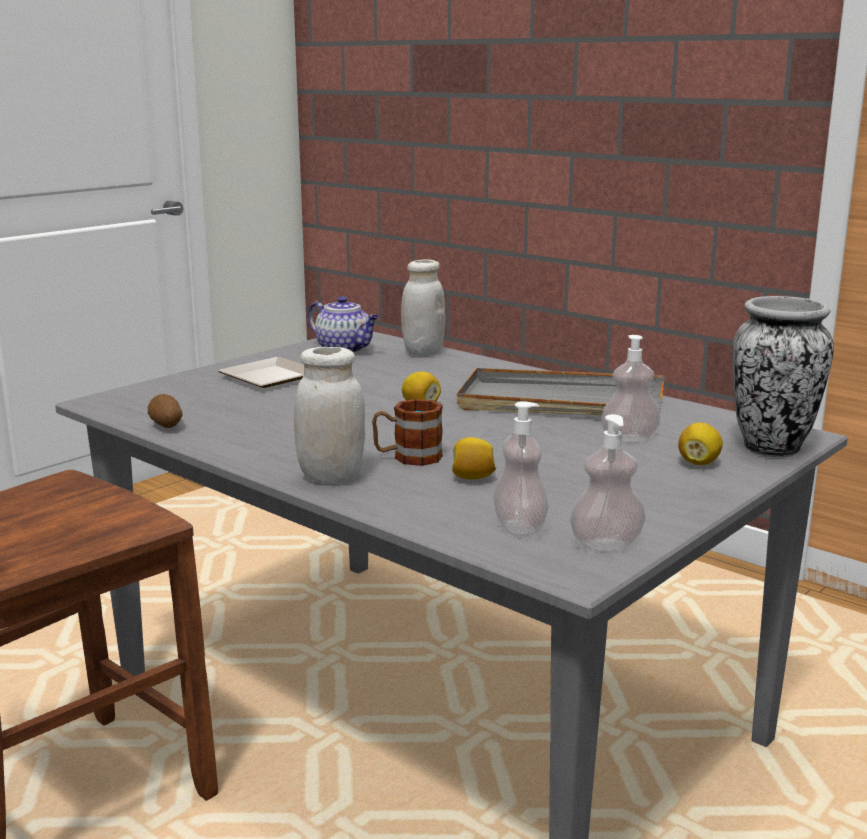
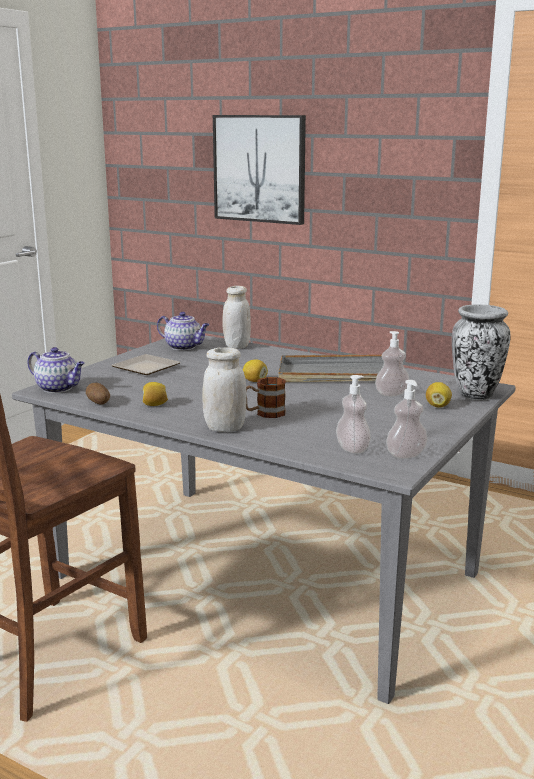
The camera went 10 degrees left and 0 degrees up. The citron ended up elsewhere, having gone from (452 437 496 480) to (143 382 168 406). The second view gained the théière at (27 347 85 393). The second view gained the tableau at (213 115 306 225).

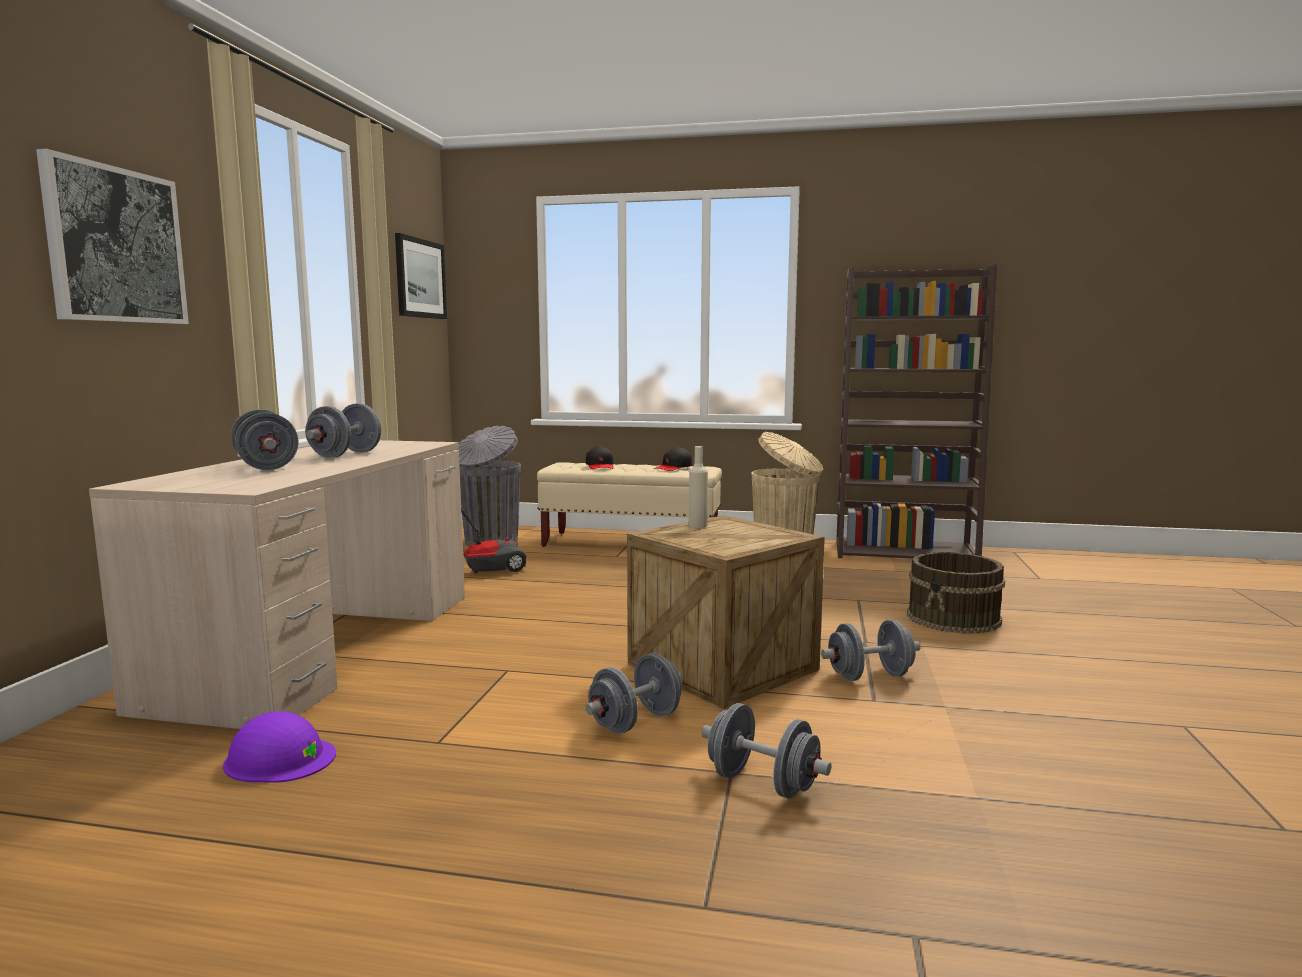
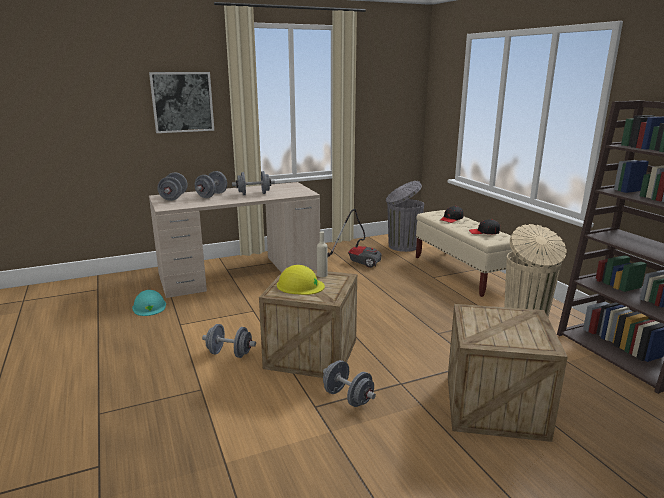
The camera went 55 degrees right and 10 degrees up. What was the casque de chantier (violet) at (223 711 336 783) turned into the casque de chantier (turquoise) at (132 290 166 316). The second view lost the tableau at (395 233 447 319). The haltère (gris) ended up elsewhere, having gone from (701 703 831 799) to (157 172 188 201). Where the seau (marron) stood at (907 552 1005 634), the caisse came to stand at (448 304 568 442). The second view gained the casque de chantier (jaune) at (277 265 325 295).

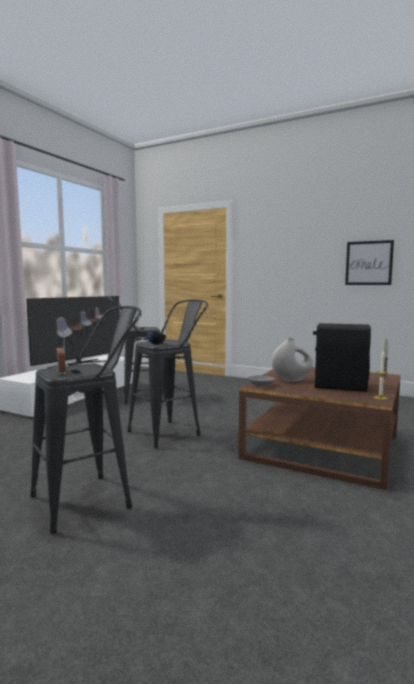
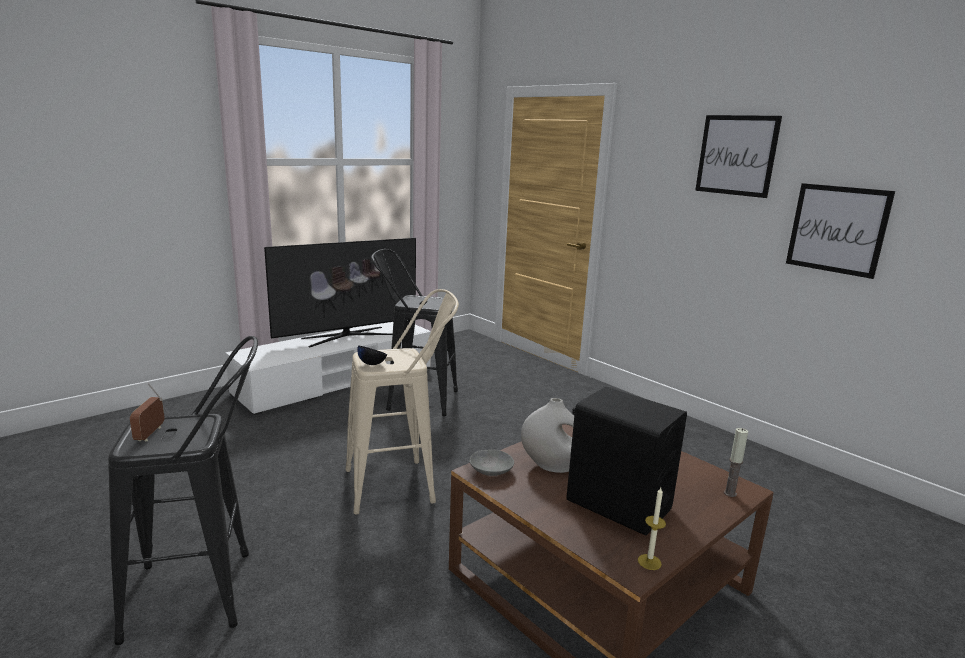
The camera went 20 degrees right and 10 degrees up. What was the tabouret (noir) at (127 299 208 448) turned into the tabouret (beige) at (346 289 459 514). The second view gained the tableau at (695 115 782 198).

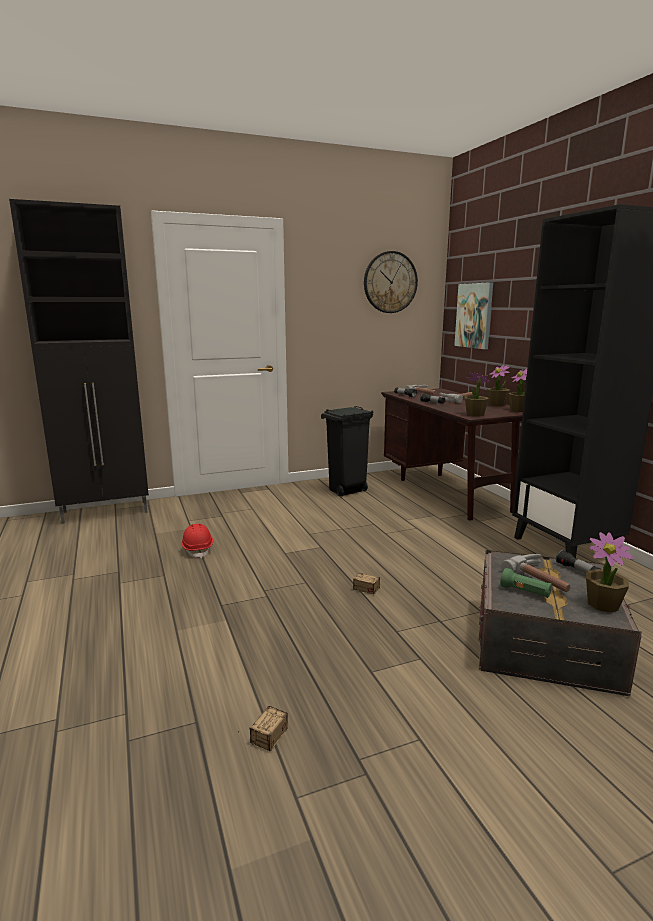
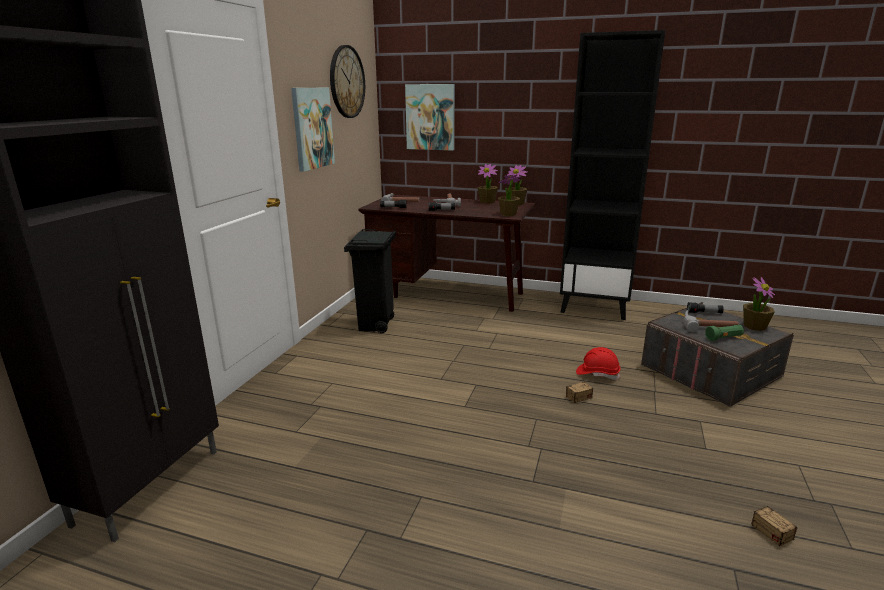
The camera went 50 degrees left and 5 degrees up. The casque de chantier (rouge) ended up elsewhere, having gone from (181 524 213 558) to (576 347 621 380). The second view gained the tableau at (291 88 335 172).

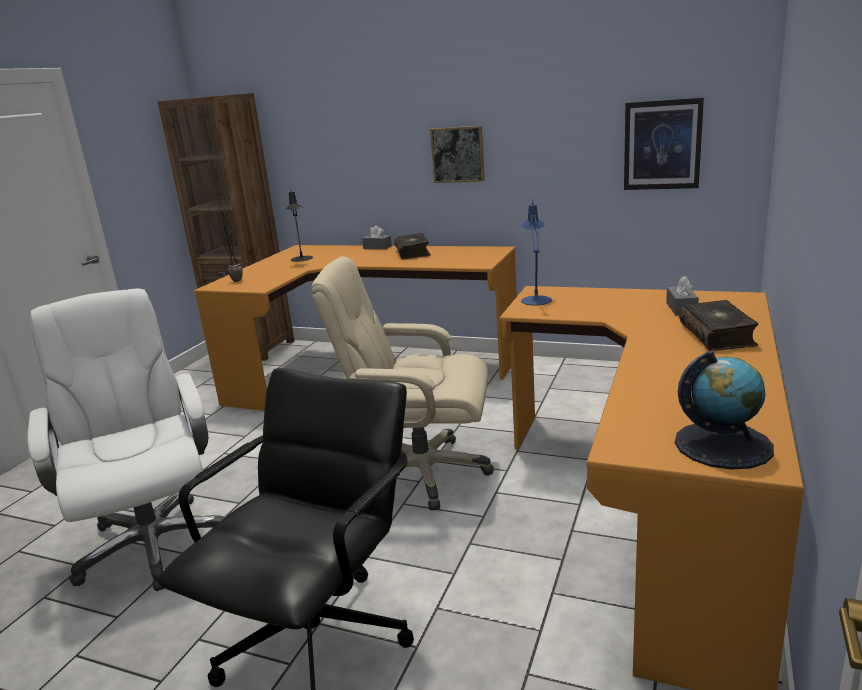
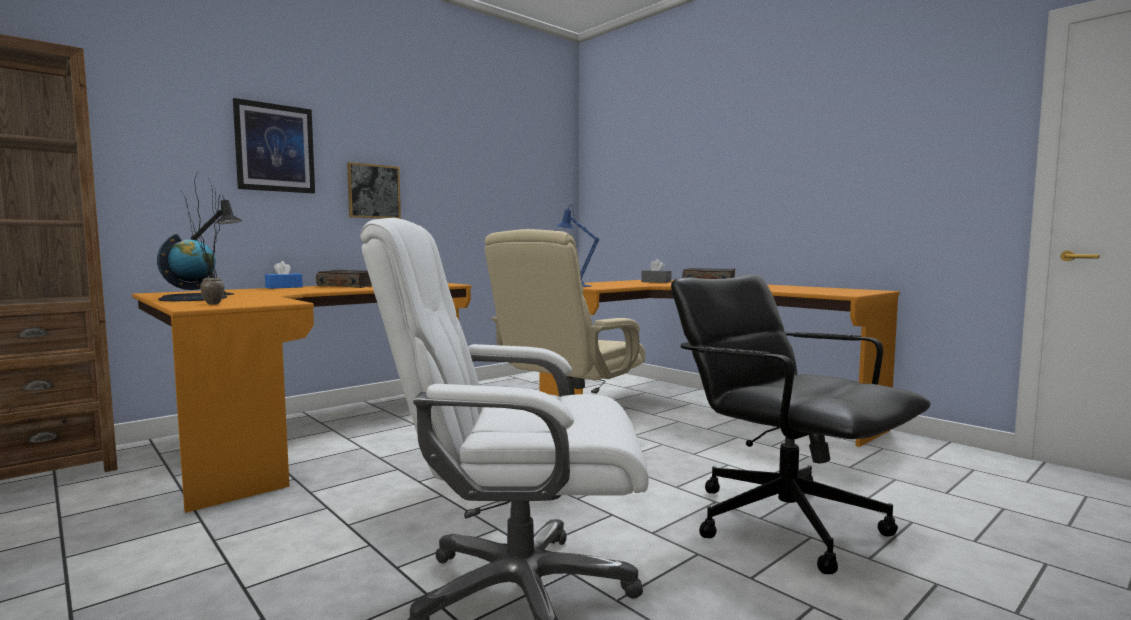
The camera went 65 degrees left and 15 degrees down. What was the boîte à mouchoirs (gris) at (362 225 392 249) turned into the boîte à mouchoirs (bleu) at (265 261 303 289). The tableau ended up elsewhere, having gone from (624 98 704 190) to (233 98 315 193). The globe ended up elsewhere, having gone from (675 350 774 469) to (157 234 227 301).

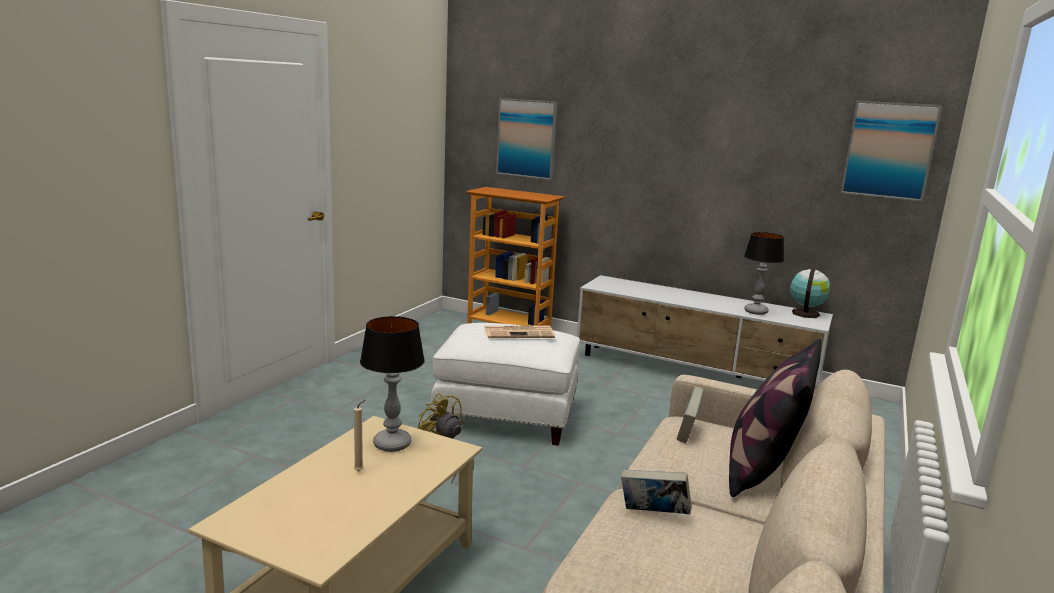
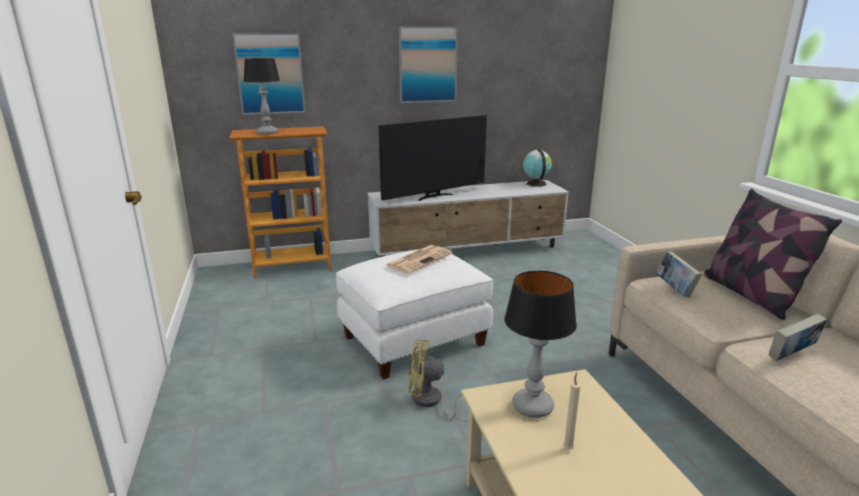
The camera went 40 degrees left and 5 degrees up. The lampe de table ended up elsewhere, having gone from (744 232 784 315) to (243 58 280 135). The tableau ended up elsewhere, having gone from (841 101 942 201) to (398 26 458 103). The second view gained the téléviseur at (378 115 487 201).

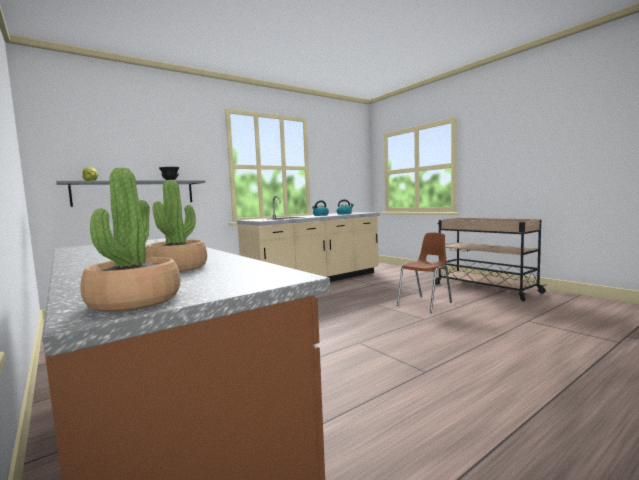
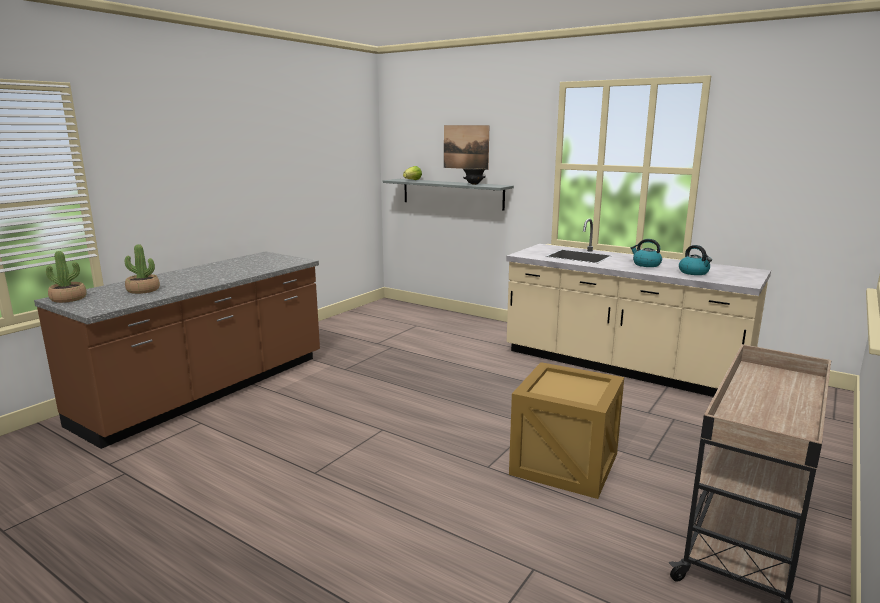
The camera went 70 degrees right and 10 degrees up. Where the chaise (marron) stood at (397 233 452 313), the caisse came to stand at (509 362 624 499). The second view gained the tableau at (444 125 489 170).

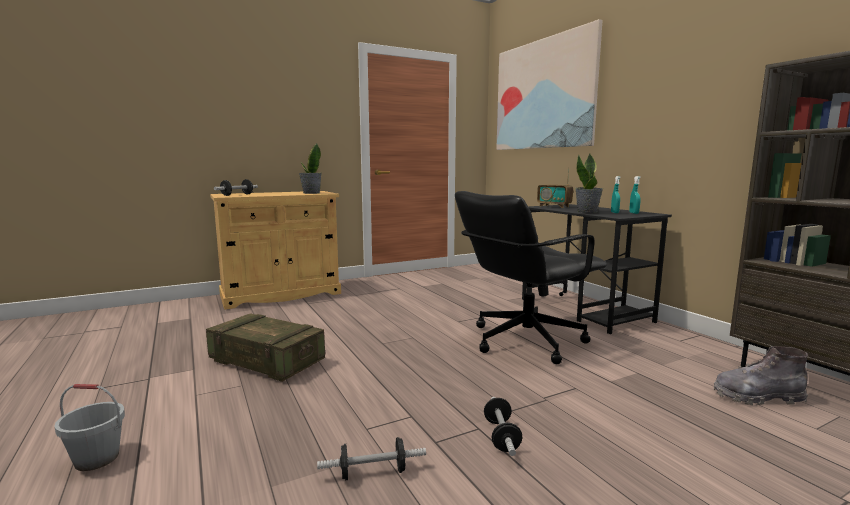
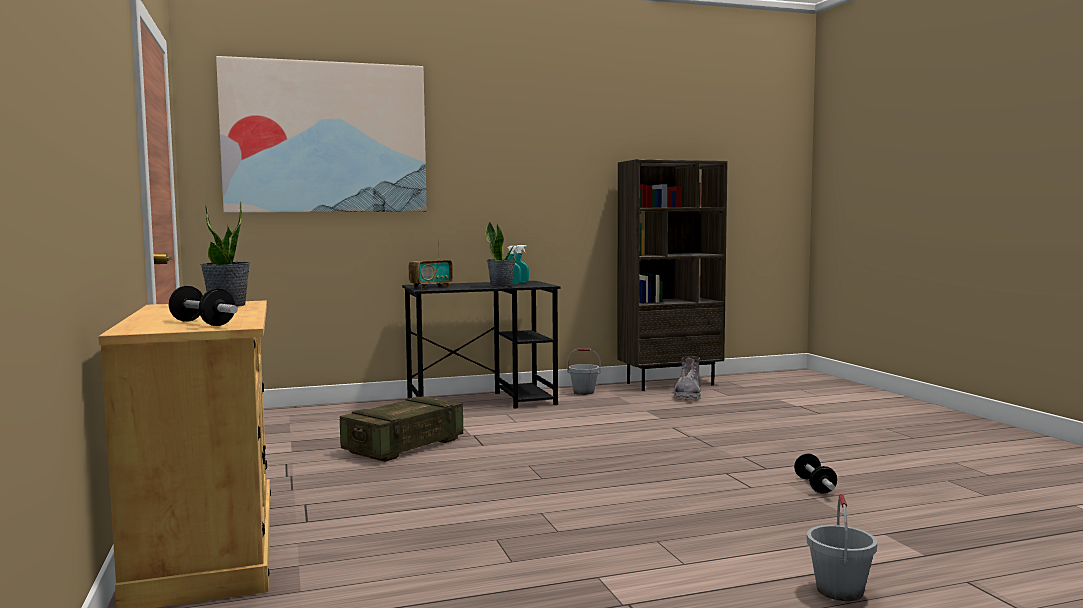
The camera went 80 degrees left and 5 degrees down. The caisse ended up elsewhere, having gone from (206 313 325 382) to (340 396 463 462). The second view lost the chaise de bureau (noir) at (455 191 607 364). The second view lost the haltère at (484 397 523 456). The second view gained the seau (gris) at (567 348 601 395).

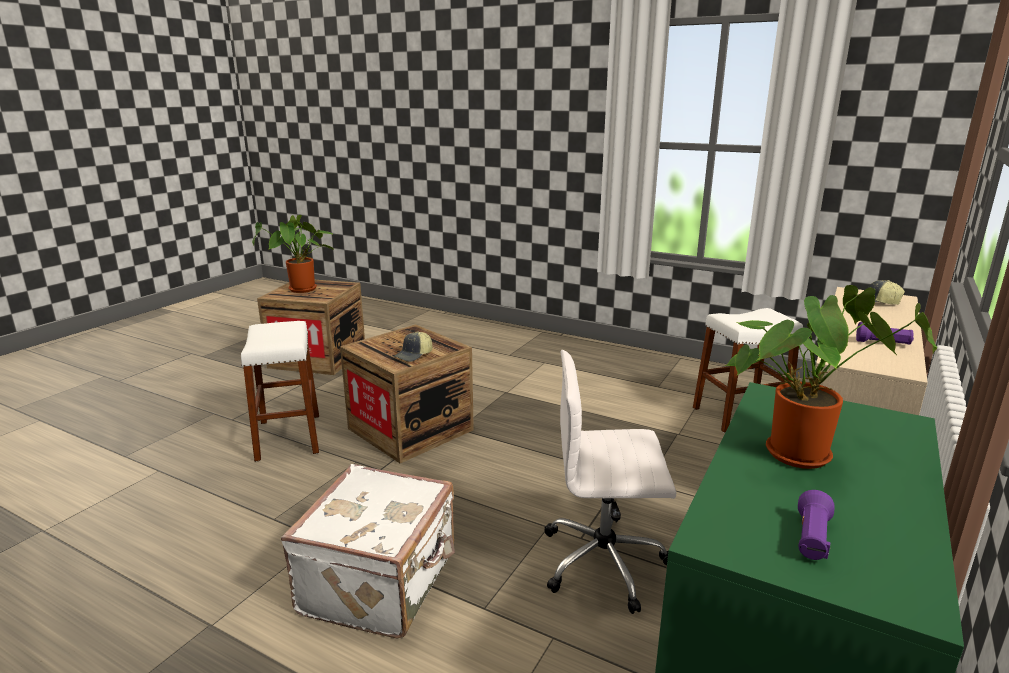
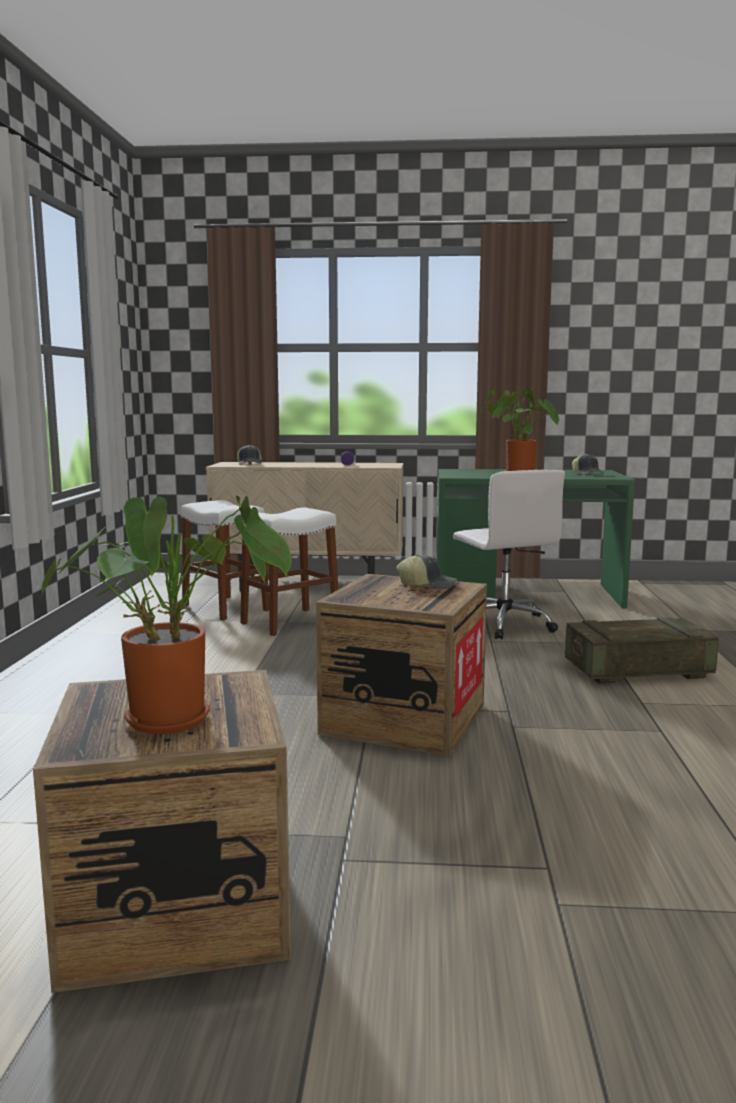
The camera went 115 degrees left and 10 degrees down. The tabouret (blanc) ended up elsewhere, having gone from (241 321 319 462) to (240 507 338 636). Where the valise (blanc) stood at (281 464 455 639), the caisse came to stand at (565 617 719 683). Where the lampe de poche (violet) stood at (798 490 834 560), the casquette came to stand at (572 454 603 475).

